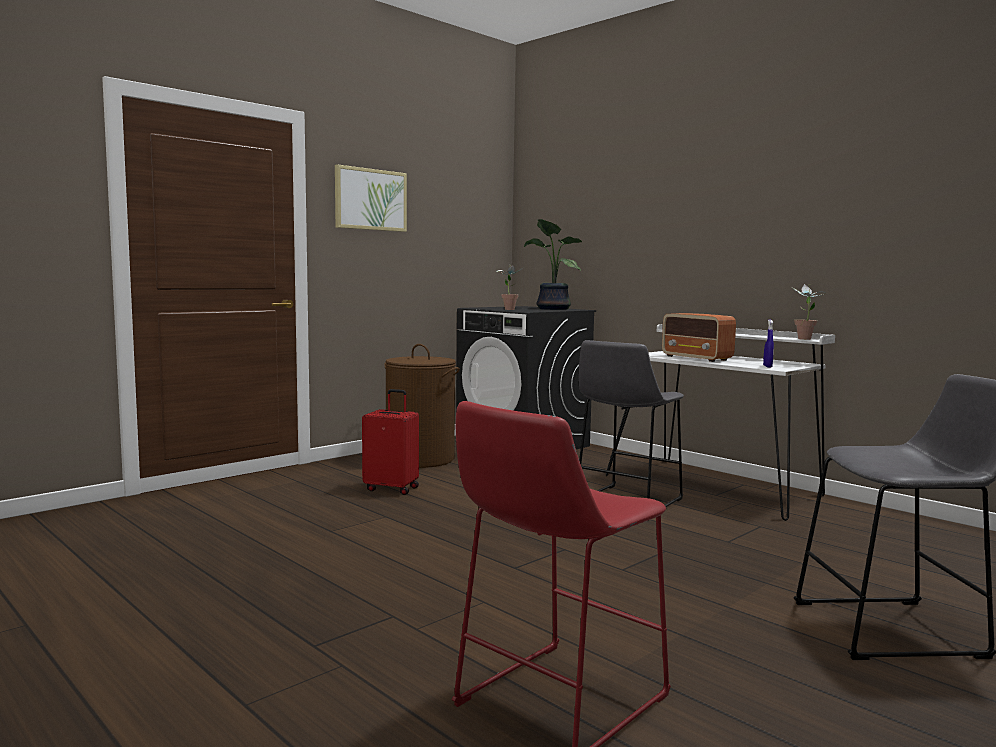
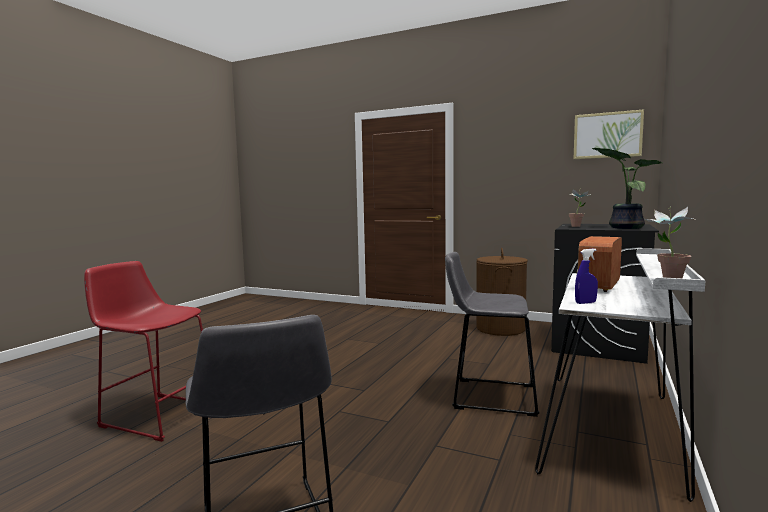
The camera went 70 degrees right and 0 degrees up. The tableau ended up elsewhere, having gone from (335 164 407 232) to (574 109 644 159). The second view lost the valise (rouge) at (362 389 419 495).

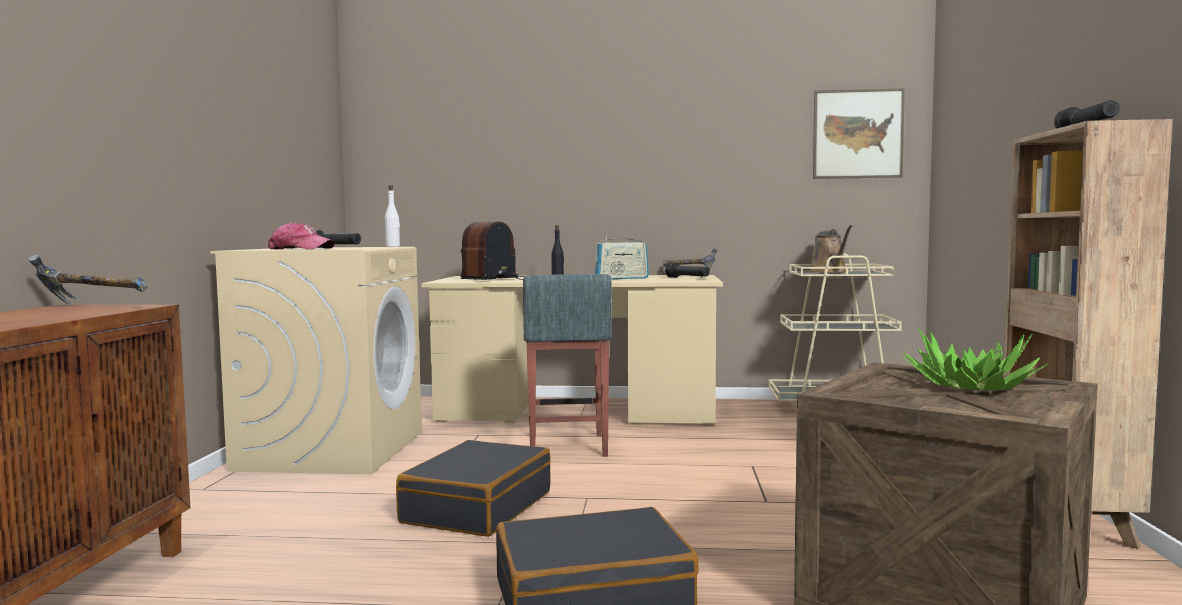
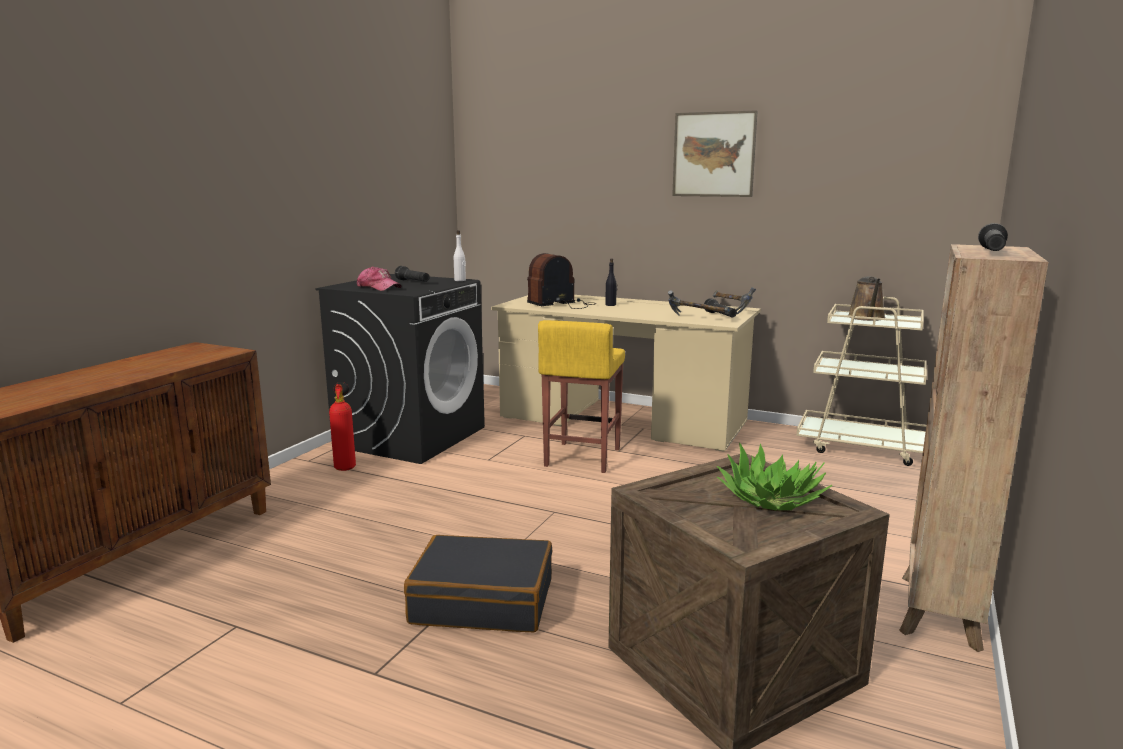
The camera went 20 degrees right and 10 degrees up. The marteau ended up elsewhere, having gone from (28 255 147 306) to (668 290 730 315). What was the lave-linge (beige) at (210 247 422 474) turned into the lave-linge (noir) at (315 274 485 464). The second view lost the valise (noir) at (396 440 551 537). What was the tabouret (gris) at (523 274 612 457) turned into the tabouret (jaune) at (538 320 625 473). The second view lost the radio at (595 234 649 279). The tableau ended up elsewhere, having gone from (813 88 905 179) to (672 110 757 197). The second view gained the extincteur at (329 382 356 471).

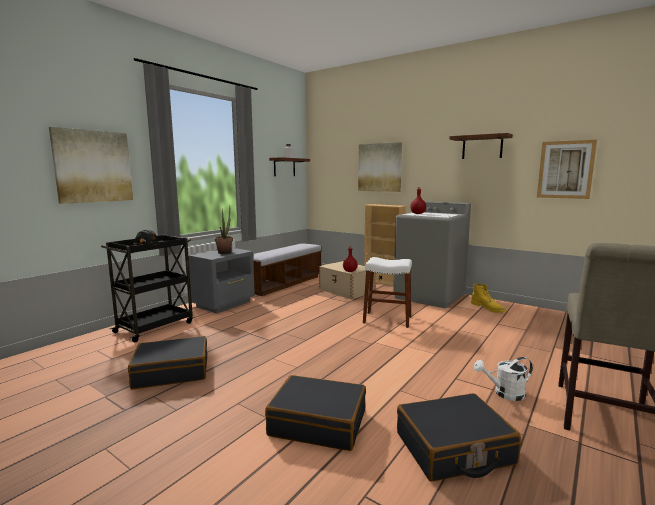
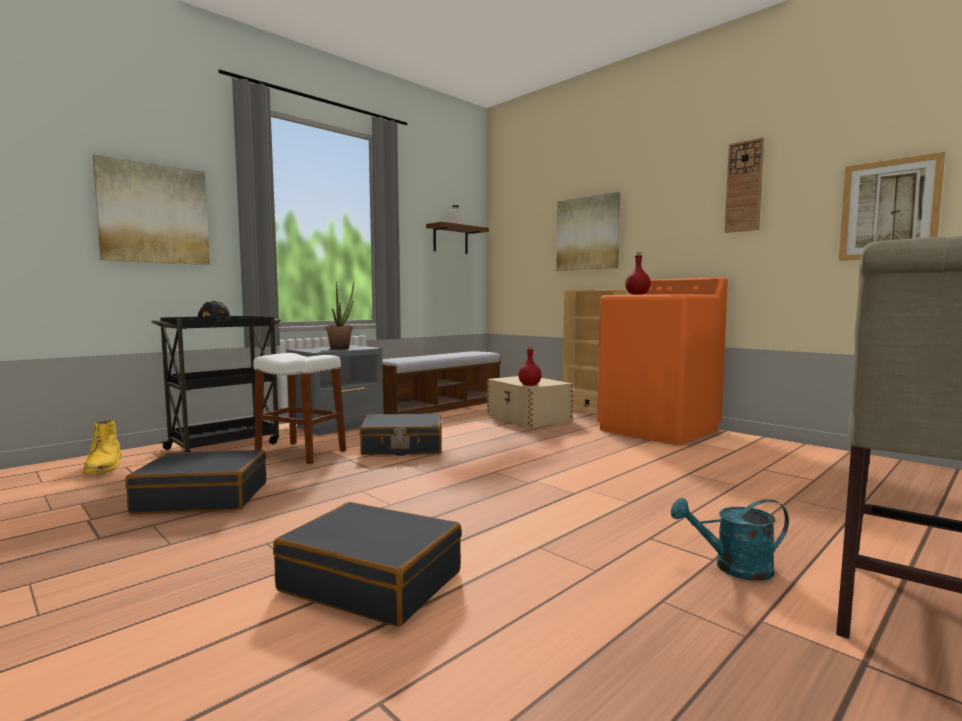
The camera went 10 degrees right and 5 degrees down. The tabouret (blanc) ended up elsewhere, having gone from (363 257 412 328) to (253 353 346 465). What was the lave-linge (gris) at (393 201 471 308) turned into the lave-linge (orange) at (597 277 728 445). The valise (noir) ended up elsewhere, having gone from (397 393 521 482) to (360 413 442 456). Where the étagère (marron) hung at (449 133 513 159), the horloge murale came to hang at (725 138 764 233). The botte (jaune) ended up elsewhere, having gone from (471 283 507 313) to (83 419 122 475). What was the arrosoir (blanc) at (474 357 533 401) turned into the arrosoir (turquoise) at (671 498 789 581).

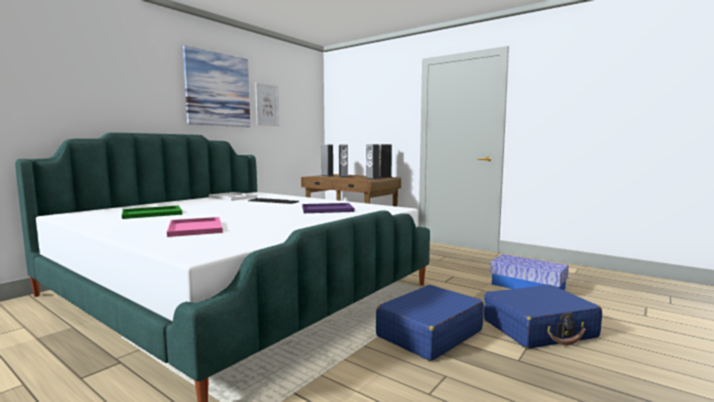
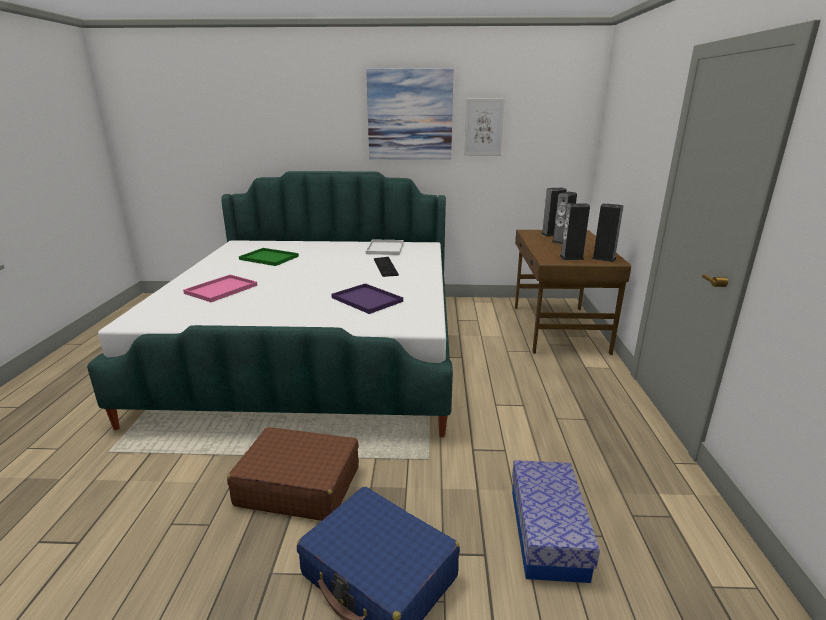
The camera went 55 degrees right and 15 degrees up. What was the valise (bleu) at (376 285 484 361) turned into the valise (marron) at (227 427 359 521).

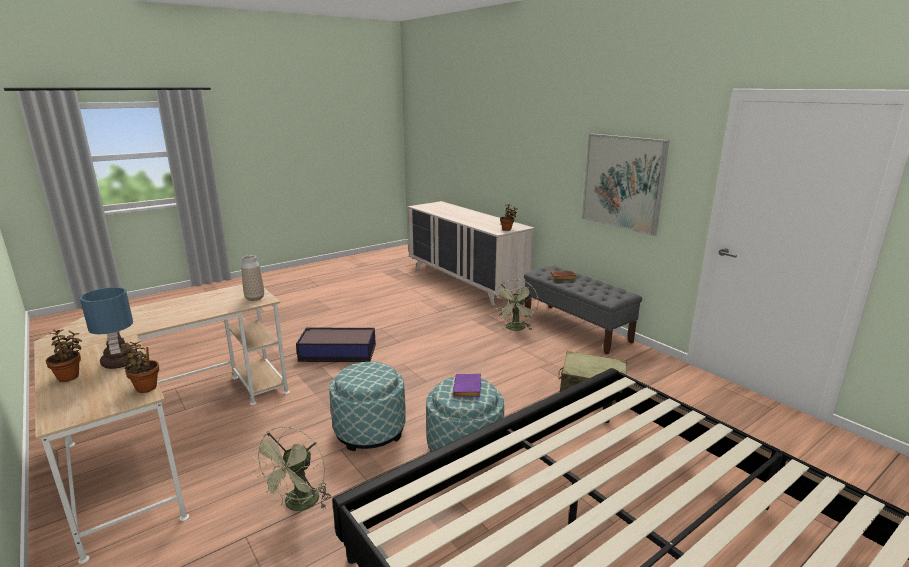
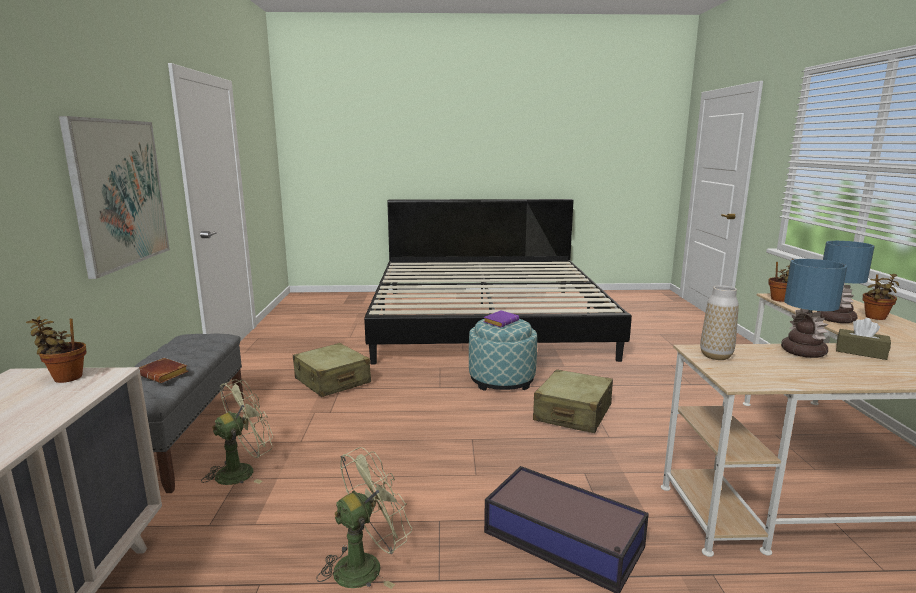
The camera went 145 degrees left and 5 degrees down. The ventilateur (vert) ended up elsewhere, having gone from (251 426 331 511) to (316 447 412 589). Where the pouf stood at (329 362 406 451), the valise (beige) came to stand at (533 369 613 433). The second view gained the lampe de table at (781 259 847 358). The second view gained the boîte à mouchoirs (marron) at (836 318 891 360).

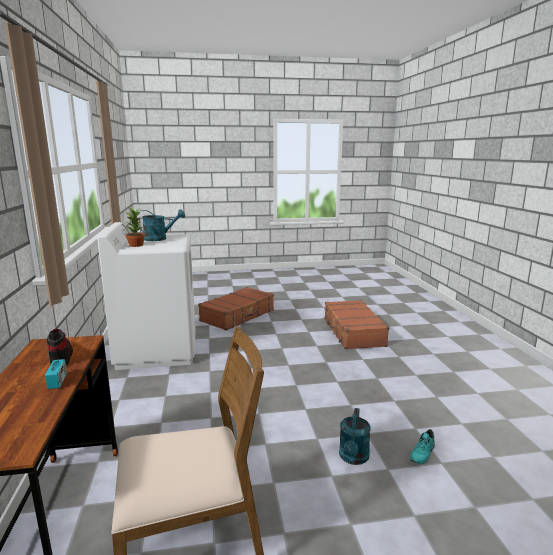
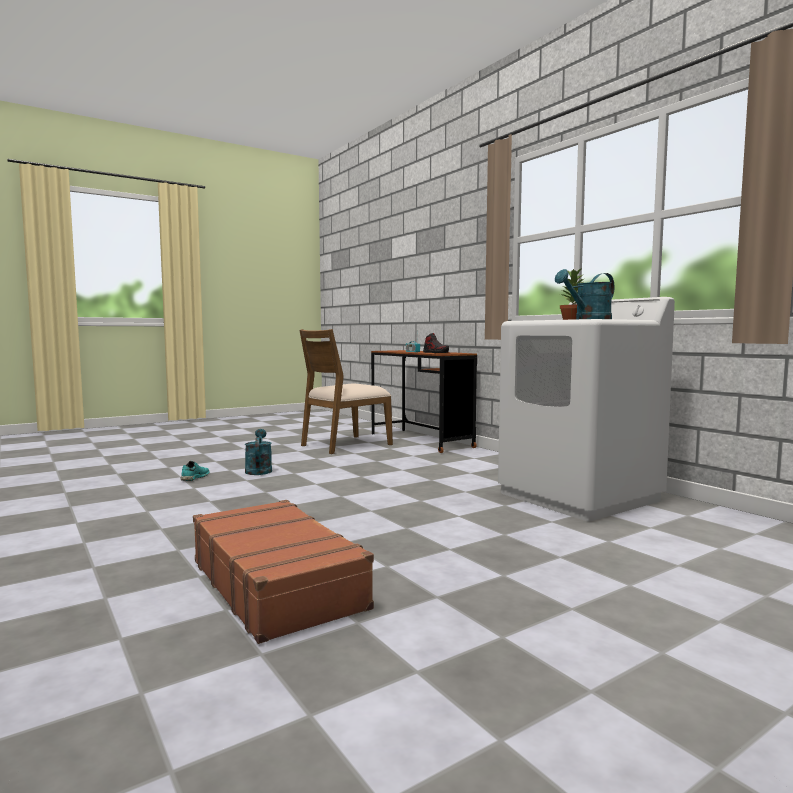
The camera went 155 degrees right and 10 degrees down. The second view lost the valise (marron) at (198 287 274 331).

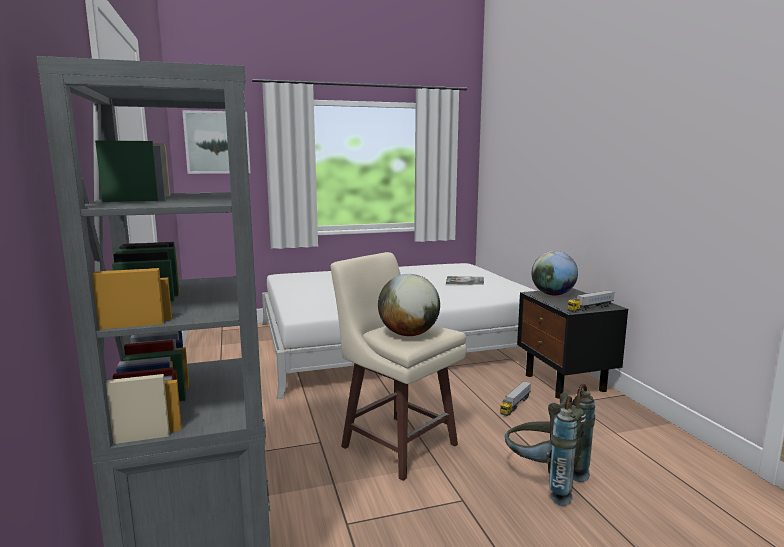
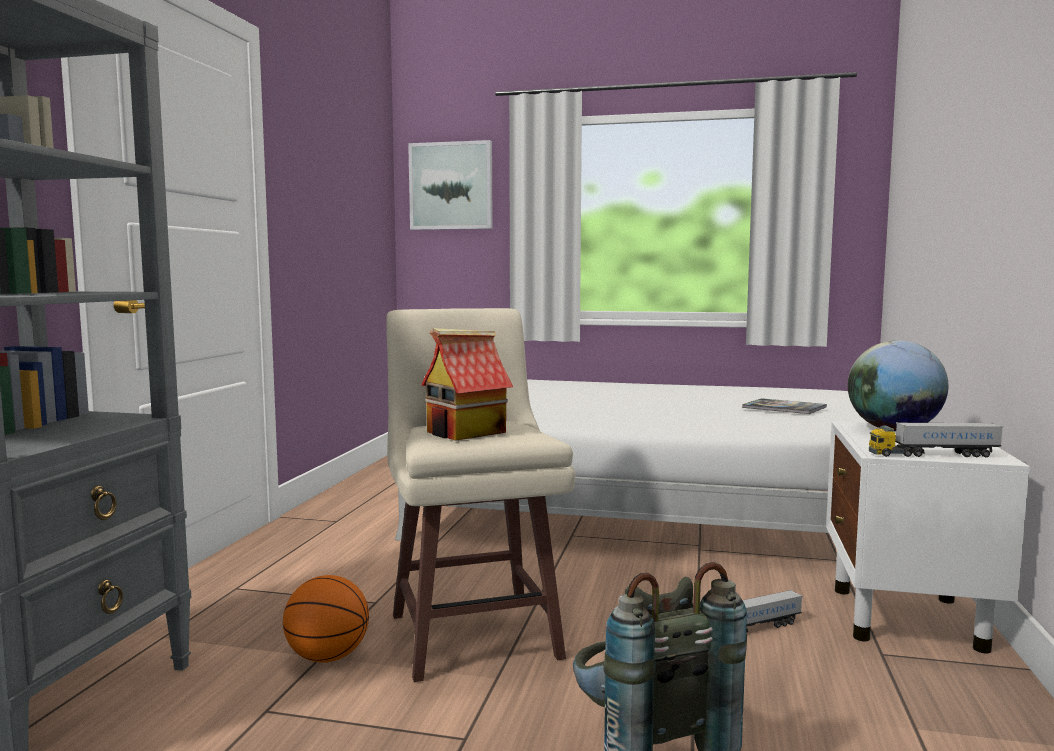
The camera went 30 degrees right and 5 degrees down. Where the globe stood at (378 274 440 336), the maison miniature came to stand at (421 328 513 441). What was the table de chevet (noir) at (517 288 628 399) turned into the table de chevet (blanc) at (826 422 1030 653). The second view gained the ballon de basket at (283 575 369 663).

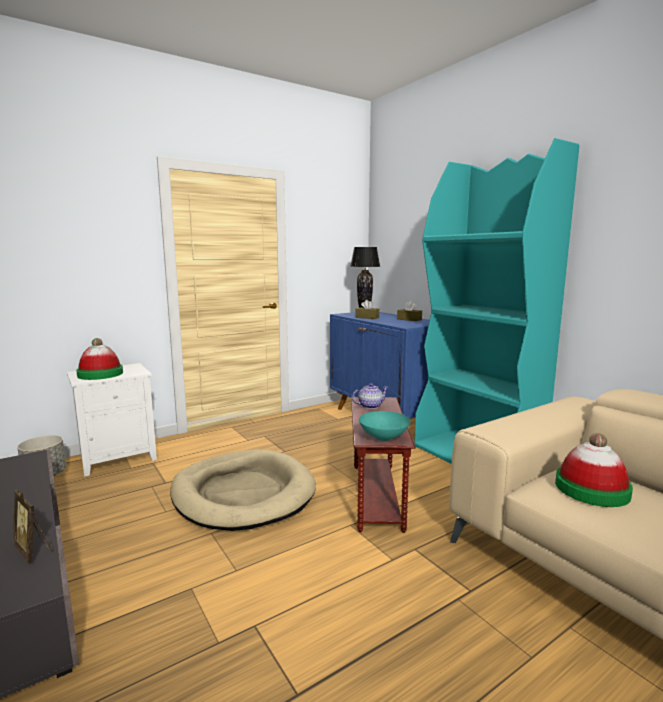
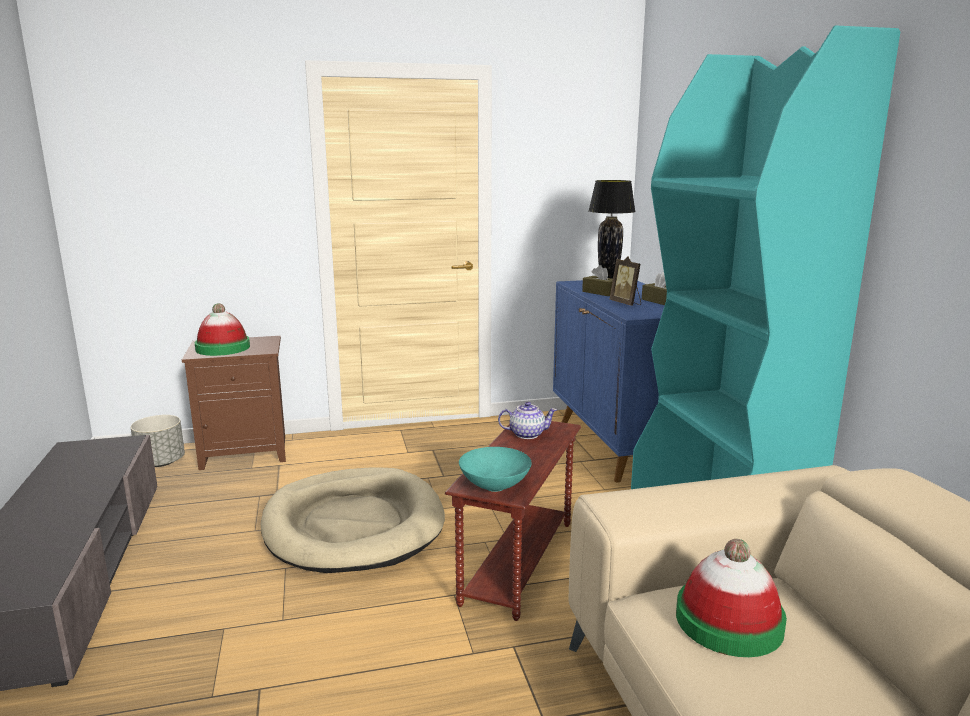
The camera went 20 degrees right and 5 degrees up. The cadre photo ended up elsewhere, having gone from (13 490 52 563) to (610 257 641 306). What was the table de chevet (blanc) at (67 363 157 477) turned into the table de chevet (marron) at (182 336 286 470).

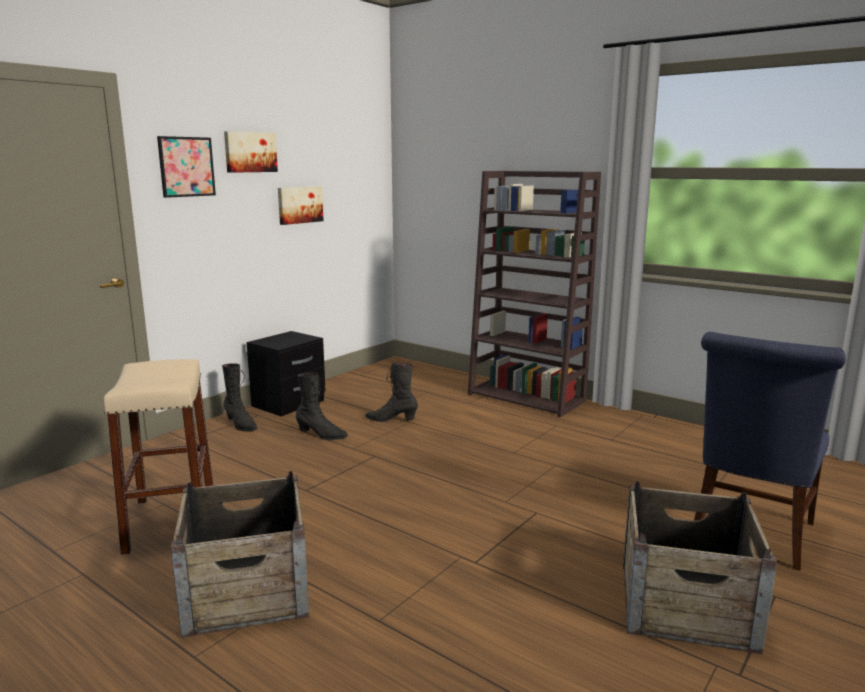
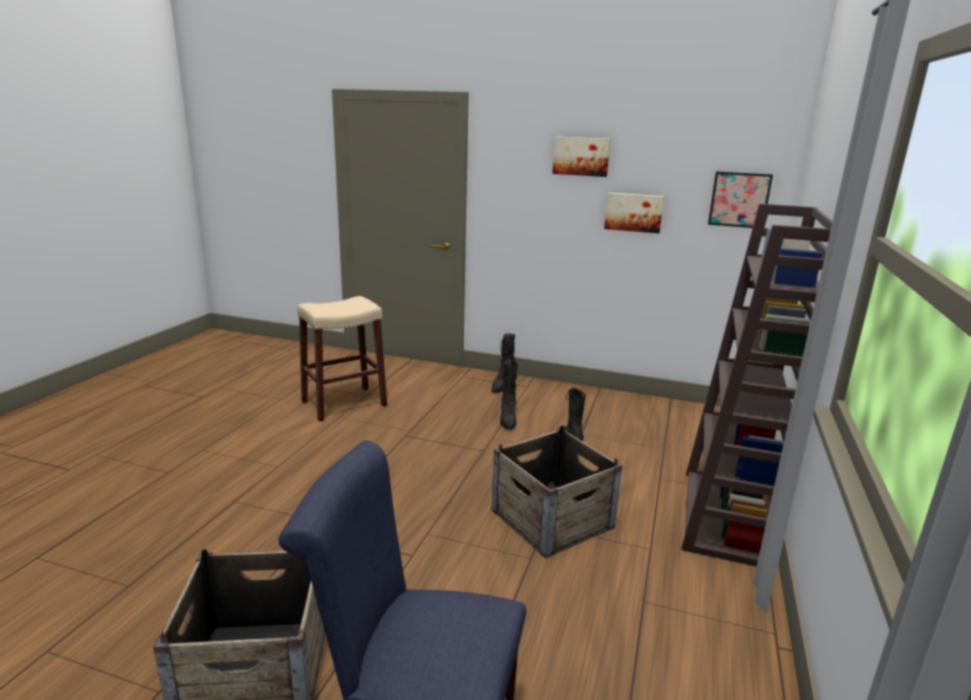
The camera went 70 degrees right and 5 degrees up. The tableau ended up elsewhere, having gone from (157 136 216 198) to (708 171 773 228). The caisse ended up elsewhere, having gone from (171 471 309 638) to (492 425 623 558). The second view lost the table de chevet (noir) at (247 331 325 416).

